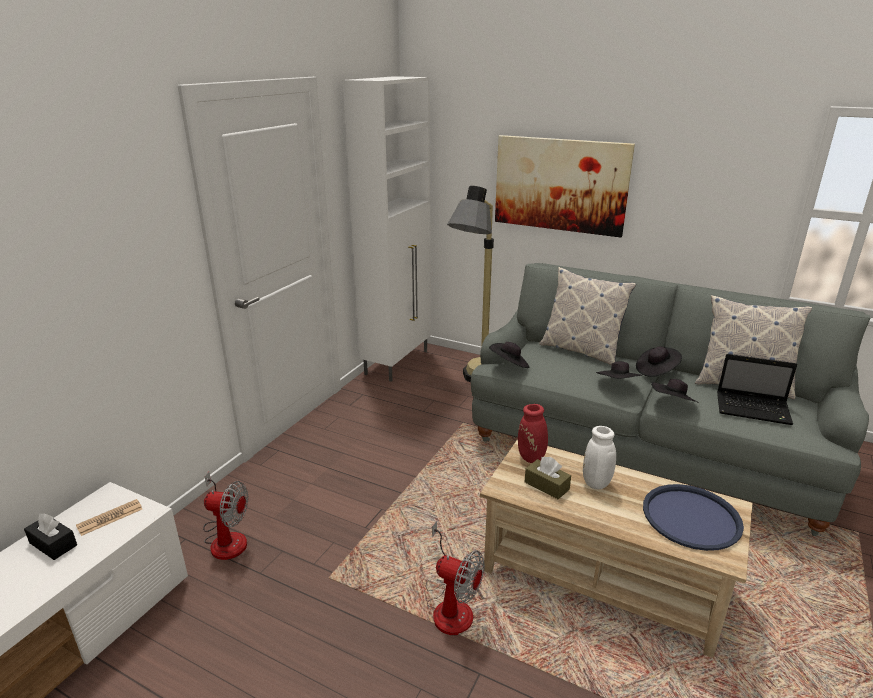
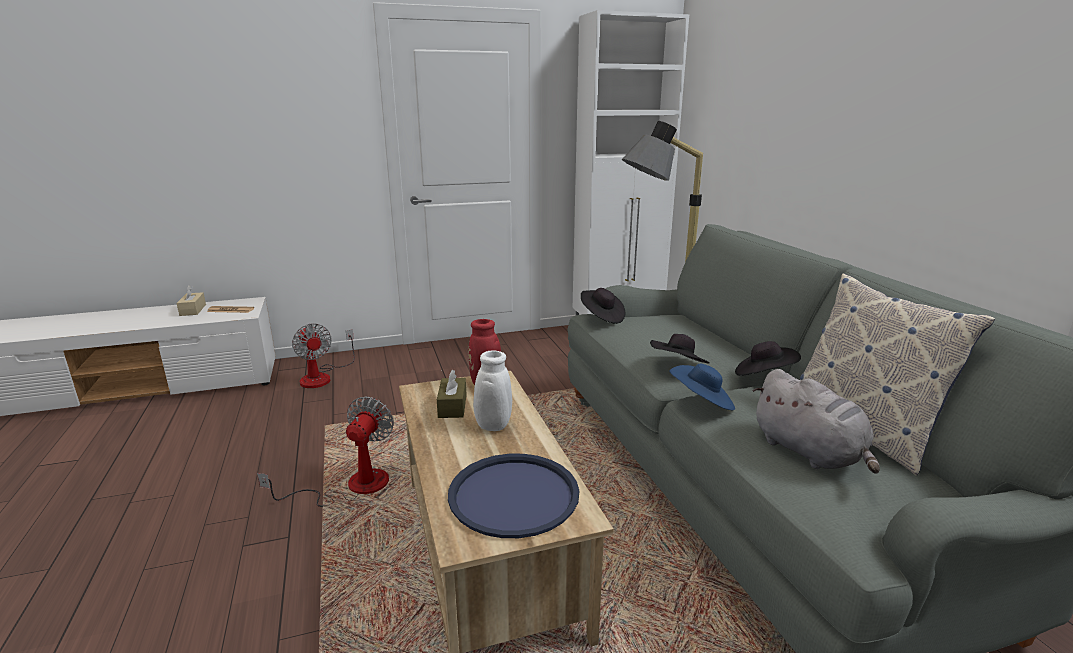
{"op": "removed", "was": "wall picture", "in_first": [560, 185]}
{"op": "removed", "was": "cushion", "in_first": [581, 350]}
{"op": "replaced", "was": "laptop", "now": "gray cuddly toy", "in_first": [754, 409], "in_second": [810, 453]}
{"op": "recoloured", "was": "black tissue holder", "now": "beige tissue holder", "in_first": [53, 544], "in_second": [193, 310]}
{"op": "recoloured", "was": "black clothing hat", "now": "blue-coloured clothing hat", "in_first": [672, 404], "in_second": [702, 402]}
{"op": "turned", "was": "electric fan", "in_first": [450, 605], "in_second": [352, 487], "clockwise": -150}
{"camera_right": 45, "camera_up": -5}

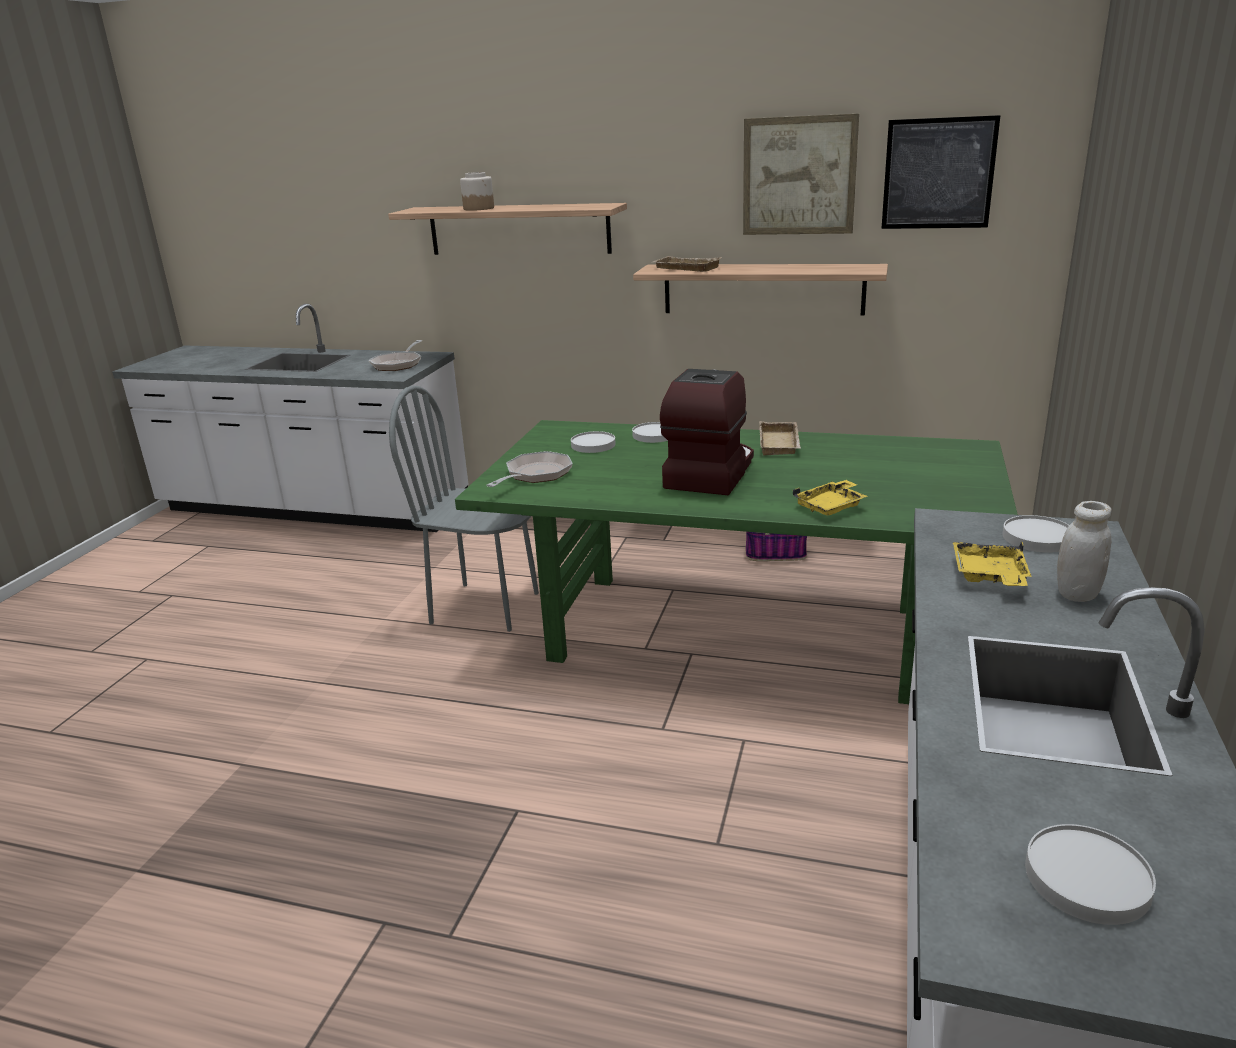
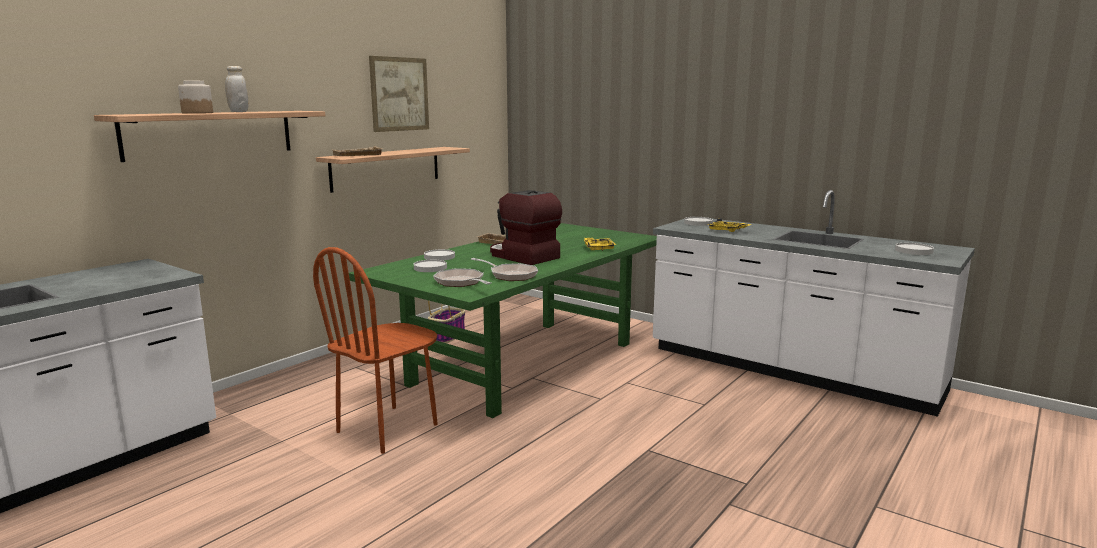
{"op": "removed", "was": "wall picture", "in_first": [938, 174]}
{"op": "moved", "was": "frying pan", "in_first": [398, 364], "in_second": [510, 275]}
{"op": "moved", "was": "white-coloured jar", "in_first": [1077, 594], "in_second": [238, 112]}
{"op": "recoloured", "was": "gray plain chair", "now": "brownish plain chair", "in_first": [485, 607], "in_second": [388, 428]}
{"camera_right": -70, "camera_up": -10}

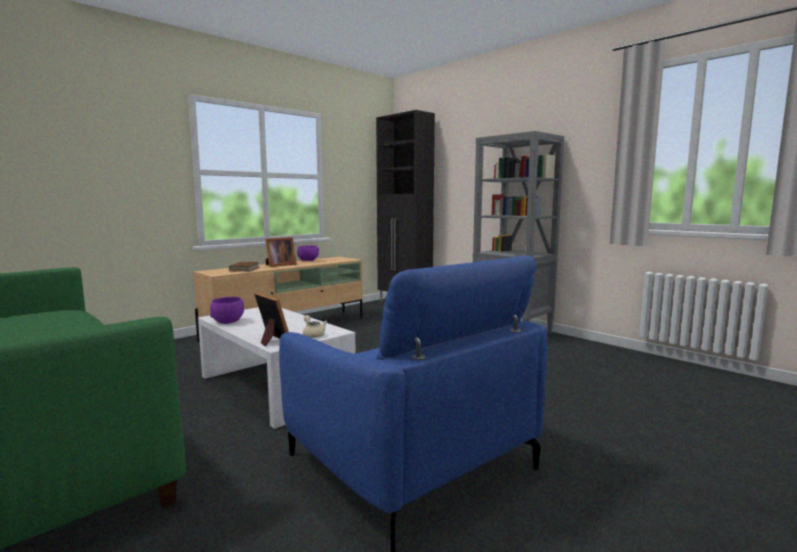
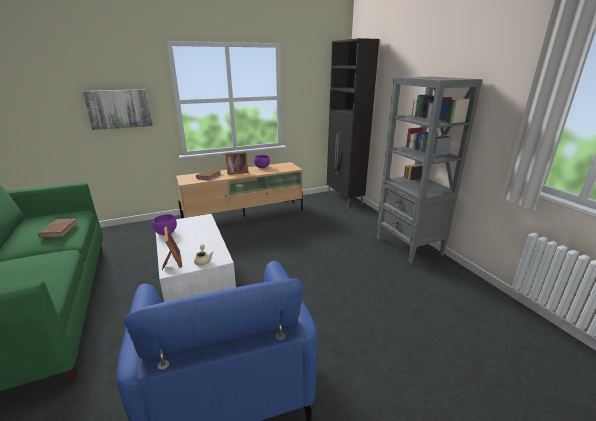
{"op": "added", "now": "brownish book", "in_second": [59, 230]}
{"op": "added", "now": "wall picture", "in_second": [119, 109]}
{"camera_right": 20, "camera_up": 15}

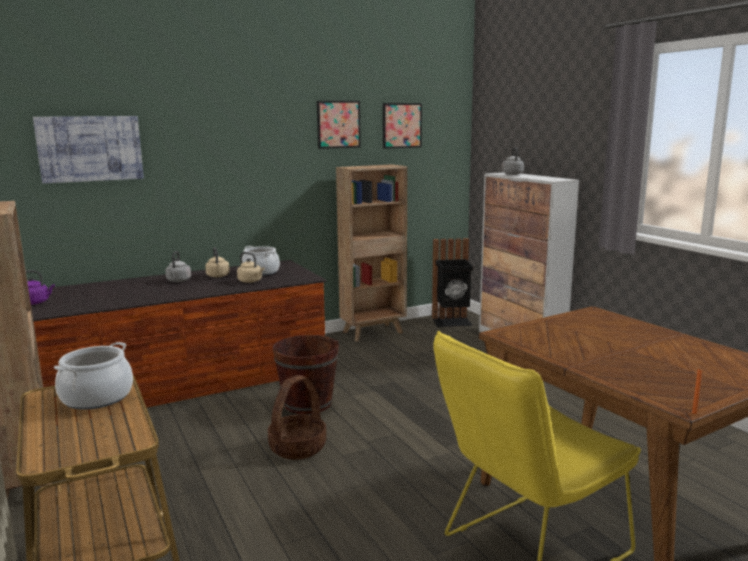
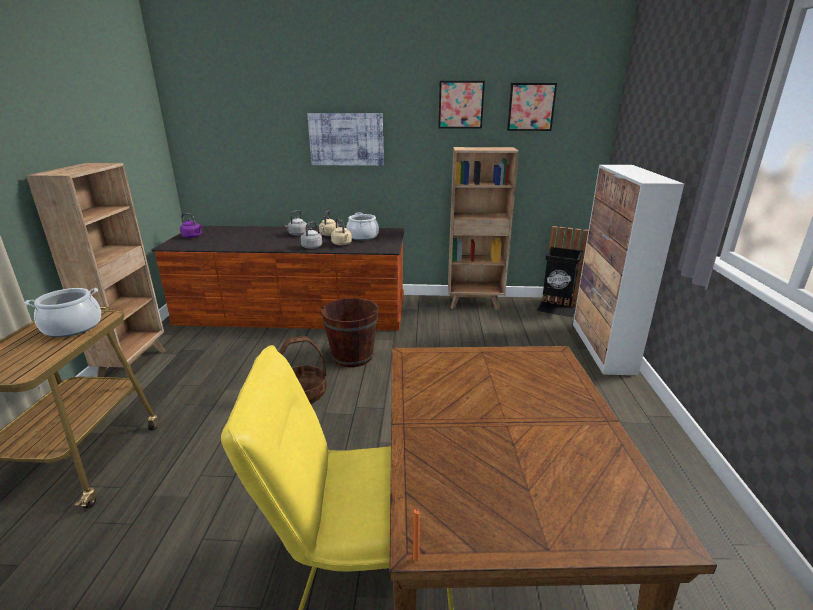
{"op": "moved", "was": "wall picture", "in_first": [90, 148], "in_second": [346, 139]}
{"op": "moved", "was": "gray water kettle", "in_first": [512, 174], "in_second": [313, 247]}
{"camera_right": 30, "camera_up": 10}

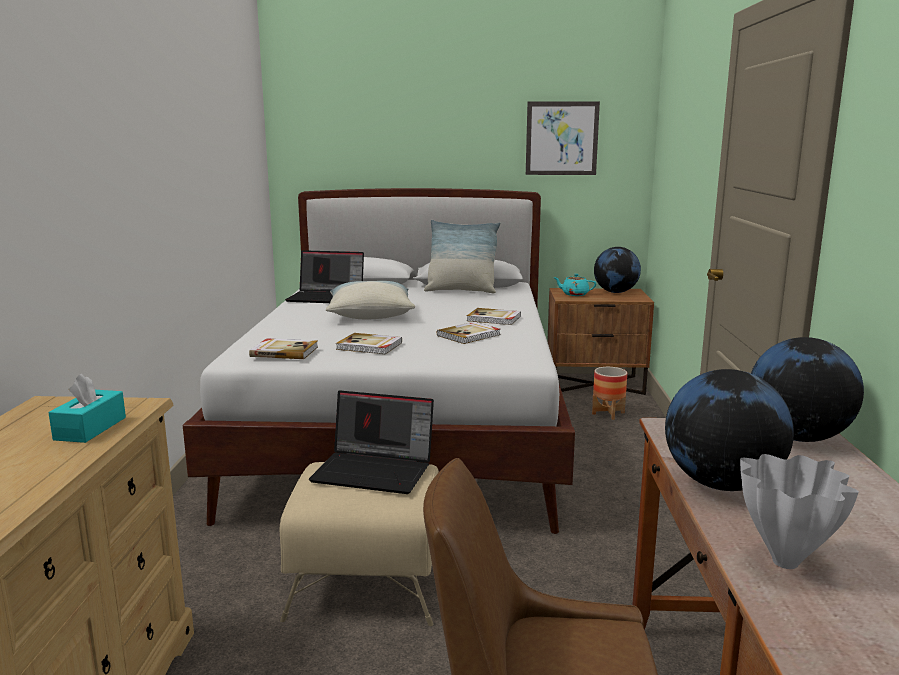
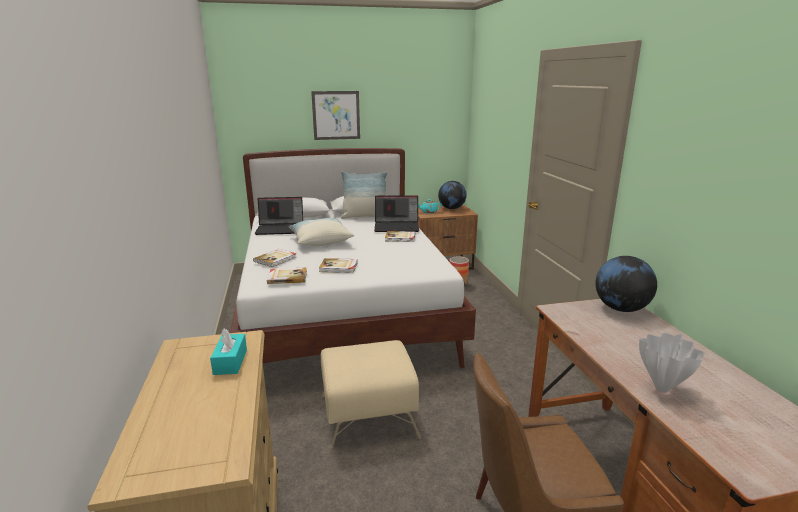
{"op": "removed", "was": "globe", "in_first": [721, 484]}
{"op": "moved", "was": "laptop", "in_first": [375, 470], "in_second": [397, 227]}
{"op": "moved", "was": "book", "in_first": [469, 335], "in_second": [276, 259]}
{"op": "moved", "was": "wall picture", "in_first": [562, 138], "in_second": [336, 115]}
{"camera_right": -15, "camera_up": 5}

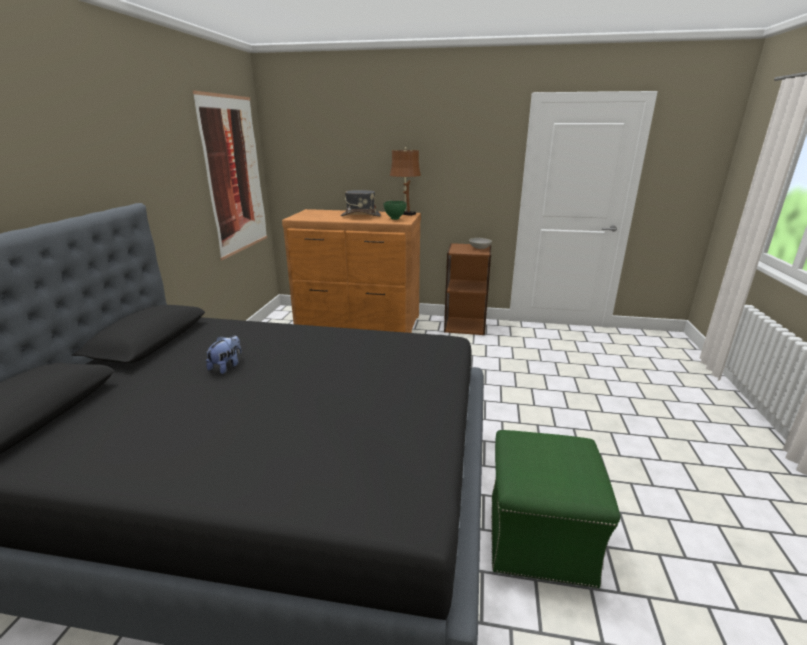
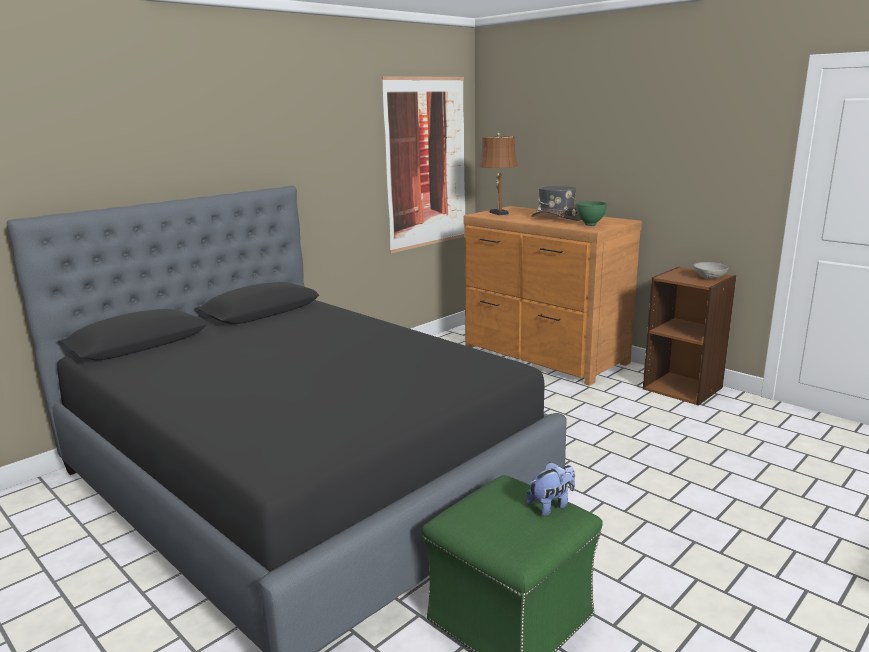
{"op": "moved", "was": "cuddly toy", "in_first": [227, 366], "in_second": [551, 505]}
{"op": "moved", "was": "brownish table lamp", "in_first": [405, 214], "in_second": [498, 213]}
{"camera_right": 35, "camera_up": -5}

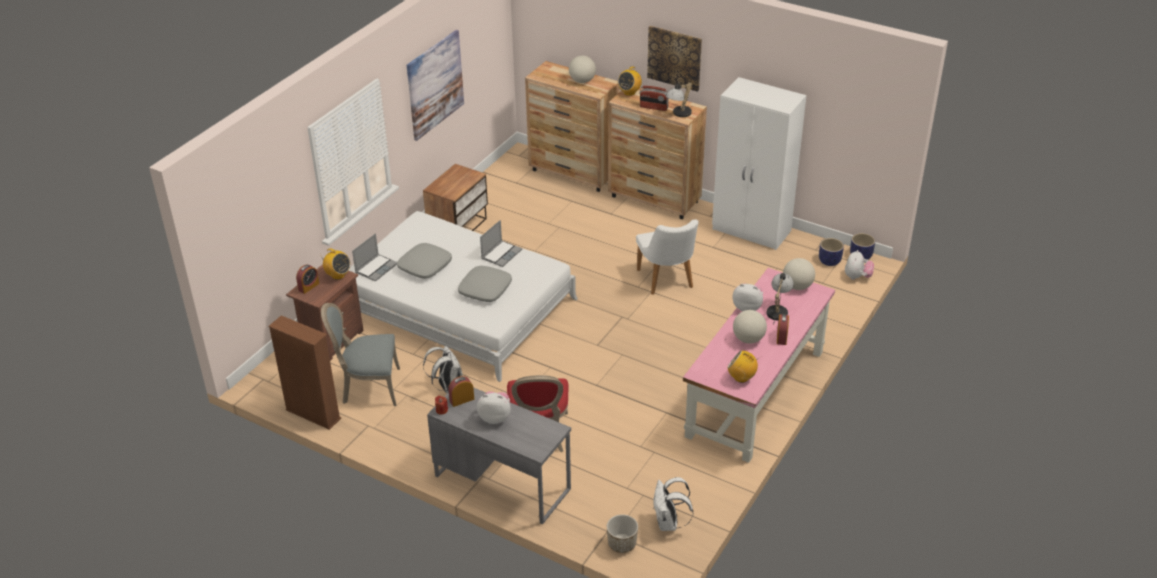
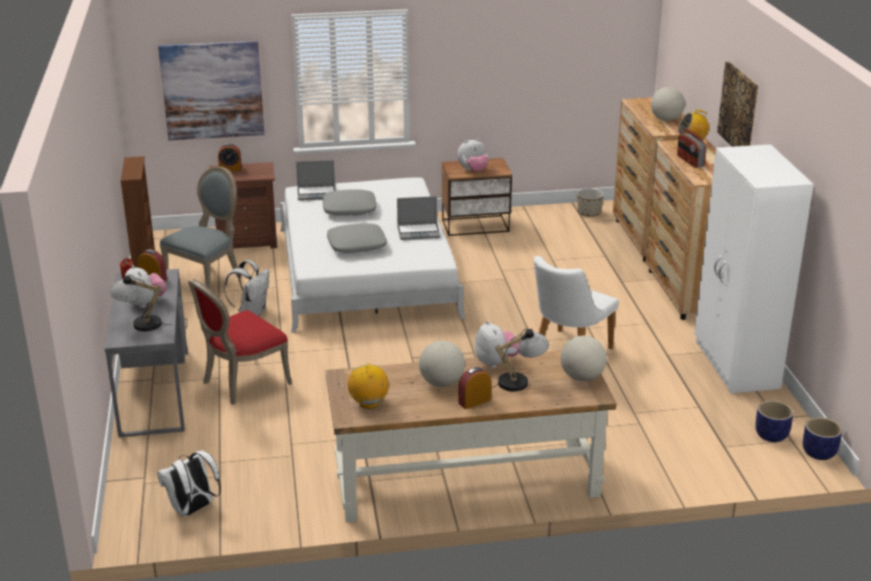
{"op": "removed", "was": "radio set", "in_first": [338, 275]}
{"op": "moved", "was": "wall picture", "in_first": [435, 84], "in_second": [212, 90]}
{"op": "moved", "was": "plant pot", "in_first": [622, 543], "in_second": [589, 213]}
{"op": "moved", "was": "table lamp", "in_first": [679, 114], "in_second": [139, 324]}
{"op": "moved", "was": "cuddly toy", "in_first": [857, 277], "in_second": [473, 170]}
{"op": "recoloured", "was": "pink-coloured desk table", "now": "brownish desk table", "in_first": [756, 394], "in_second": [465, 480]}
{"op": "turned", "was": "gray plain chair", "in_first": [368, 387], "in_second": [207, 280], "clockwise": 75}
{"camera_right": 50, "camera_up": -10}

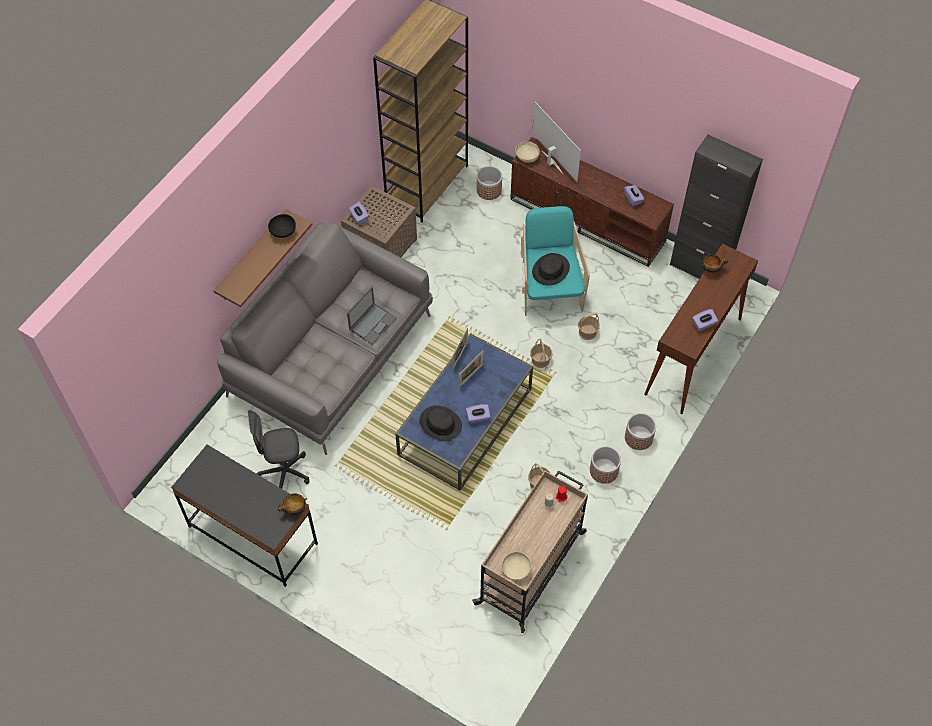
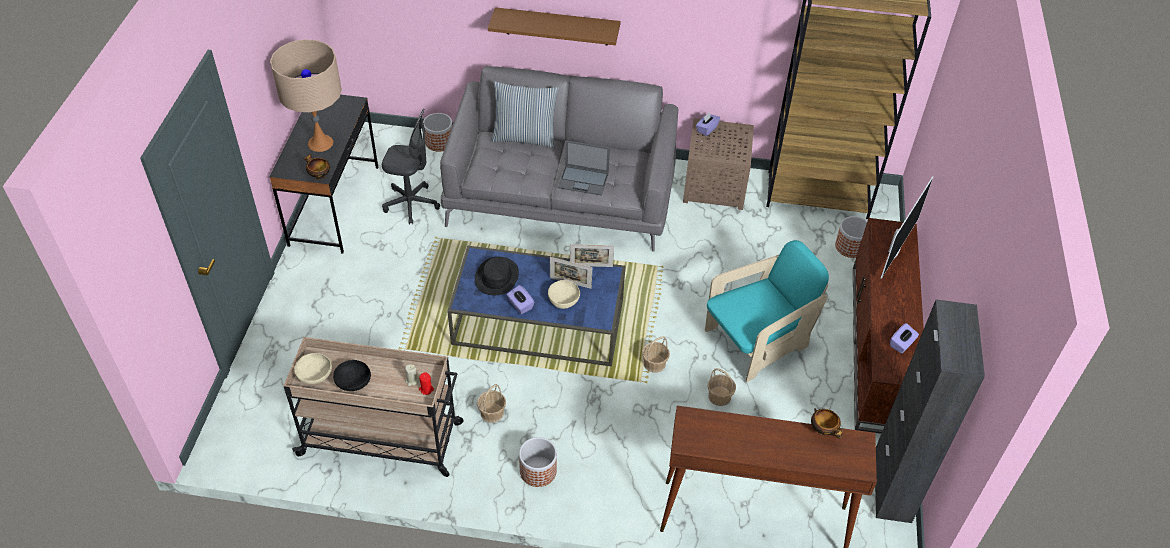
{"op": "removed", "was": "black clothing hat", "in_first": [550, 270]}
{"op": "removed", "was": "purplish tissue holder", "in_first": [703, 324]}
{"op": "added", "now": "beige table lamp", "in_second": [320, 143]}
{"op": "added", "now": "cushion", "in_second": [525, 137]}
{"op": "moved", "was": "black bowl", "in_first": [283, 232], "in_second": [353, 383]}
{"op": "moved", "was": "beige bowl", "in_first": [526, 157], "in_second": [563, 300]}
{"op": "moved", "was": "plant pot", "in_first": [638, 437], "in_second": [439, 142]}
{"op": "turned", "was": "gray office chair", "in_first": [284, 472], "in_second": [411, 204], "clockwise": 135}
{"camera_right": 65, "camera_up": -10}

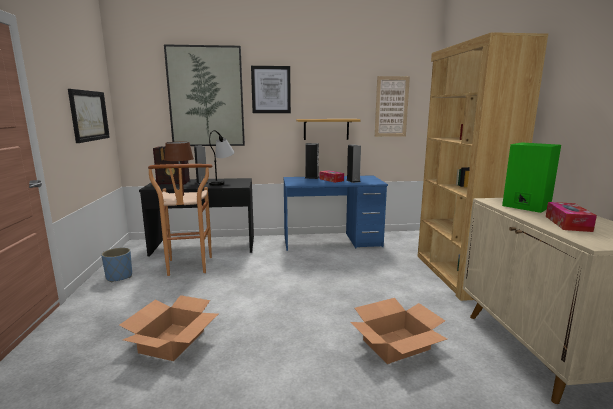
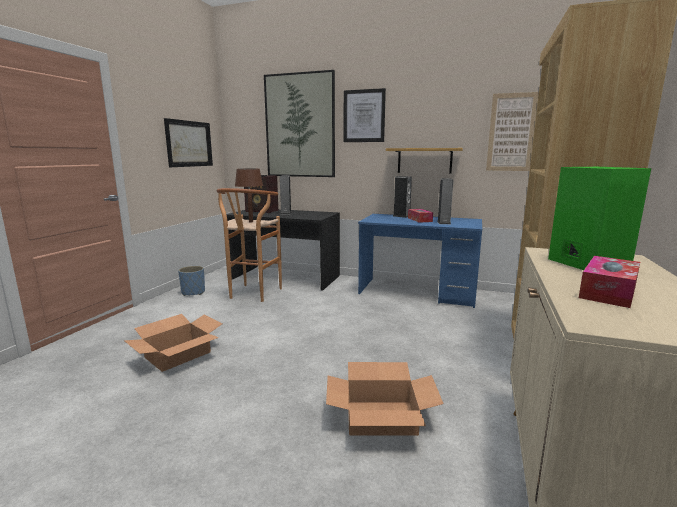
{"op": "removed", "was": "table lamp", "in_first": [222, 182]}
{"camera_right": 25, "camera_up": 0}

